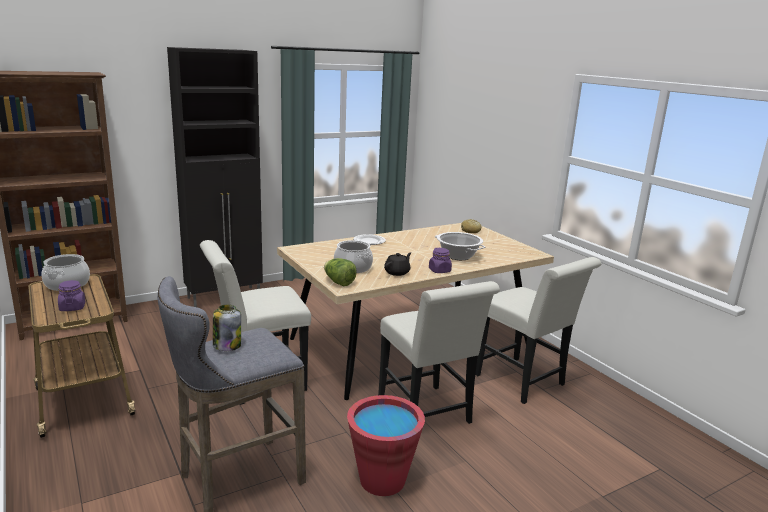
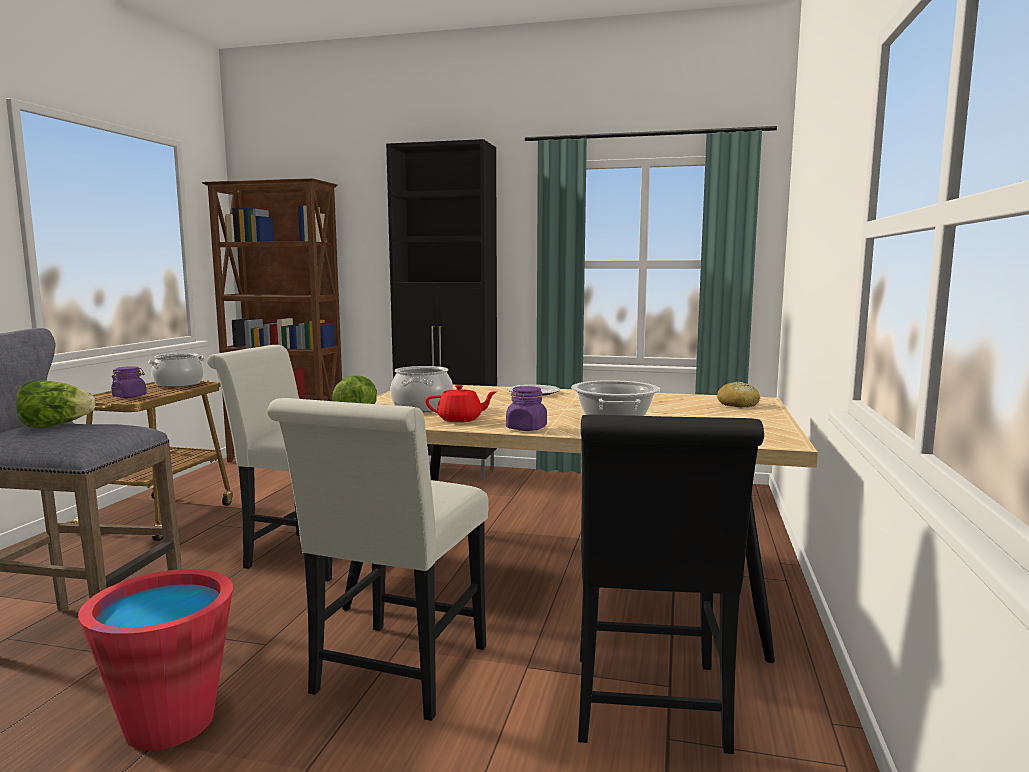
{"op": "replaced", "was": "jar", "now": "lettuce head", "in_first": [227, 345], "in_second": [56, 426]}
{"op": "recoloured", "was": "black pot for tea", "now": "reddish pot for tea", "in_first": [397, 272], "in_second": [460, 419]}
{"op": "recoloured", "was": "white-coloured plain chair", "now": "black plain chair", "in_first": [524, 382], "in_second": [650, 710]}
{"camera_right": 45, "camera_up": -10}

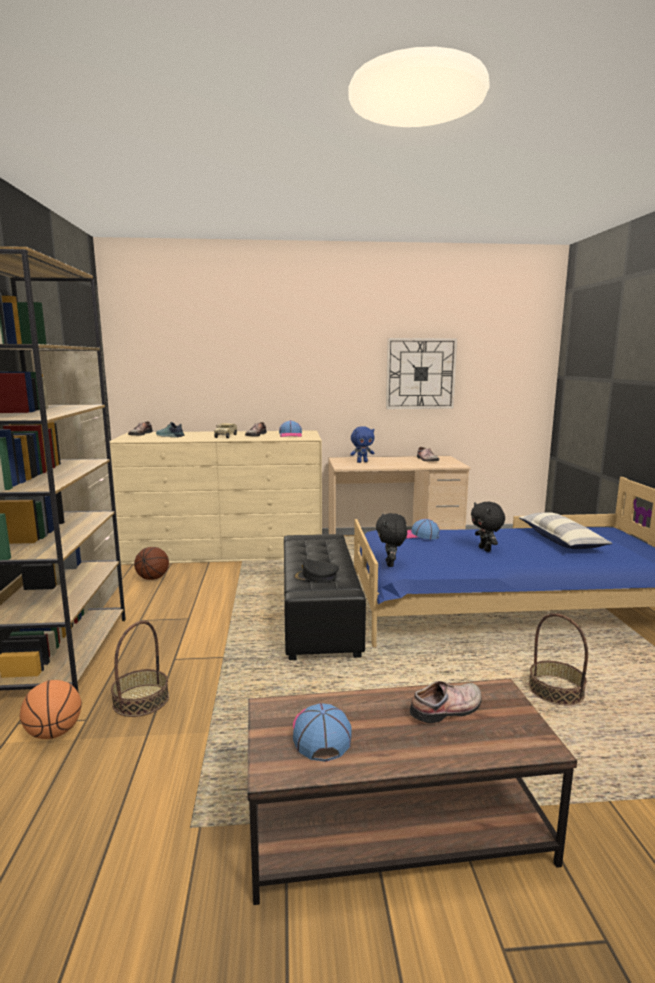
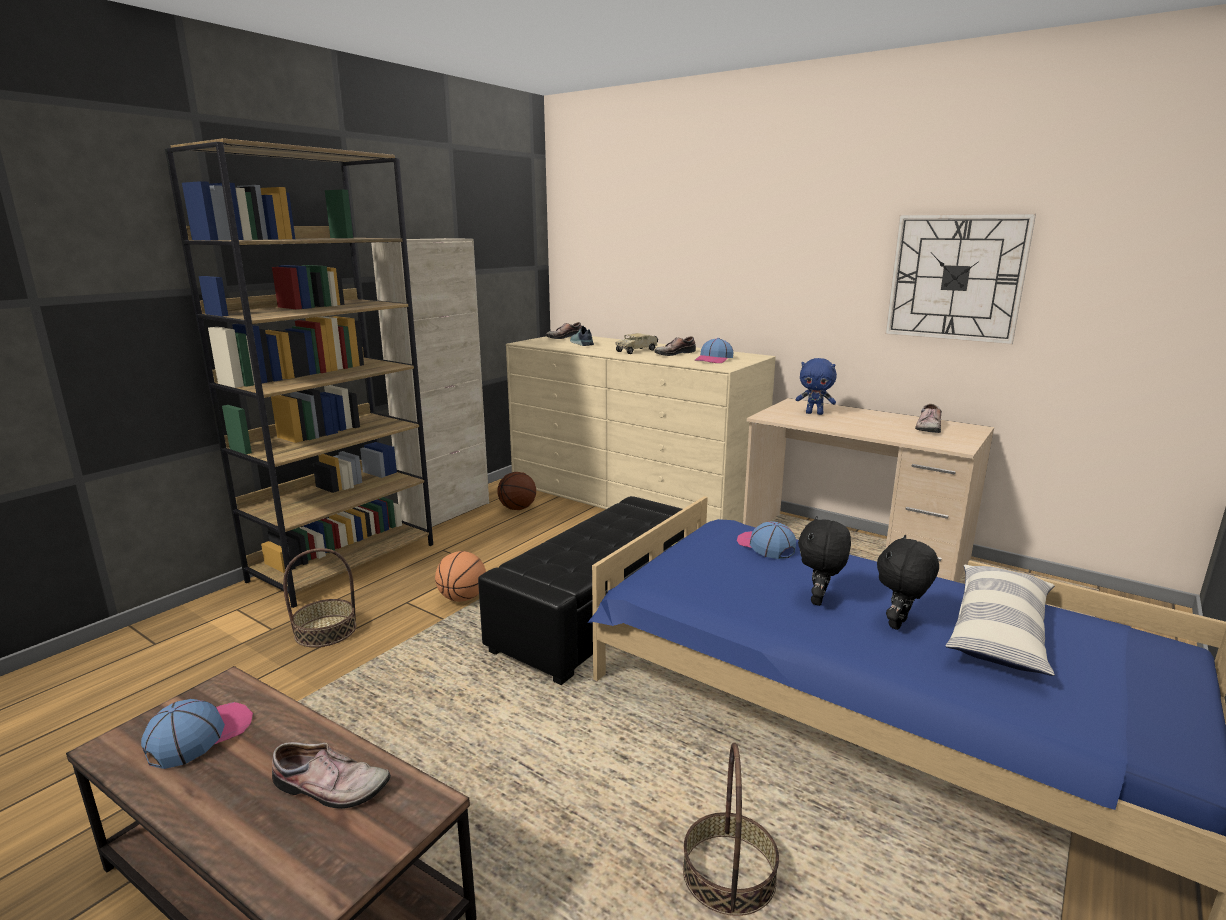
{"op": "removed", "was": "black cap", "in_first": [316, 577]}
{"op": "moved", "was": "basketball ball", "in_first": [54, 733], "in_second": [462, 598]}
{"op": "moved", "was": "black cuddly toy", "in_first": [391, 564], "in_second": [899, 624]}
{"camera_right": 40, "camera_up": 5}

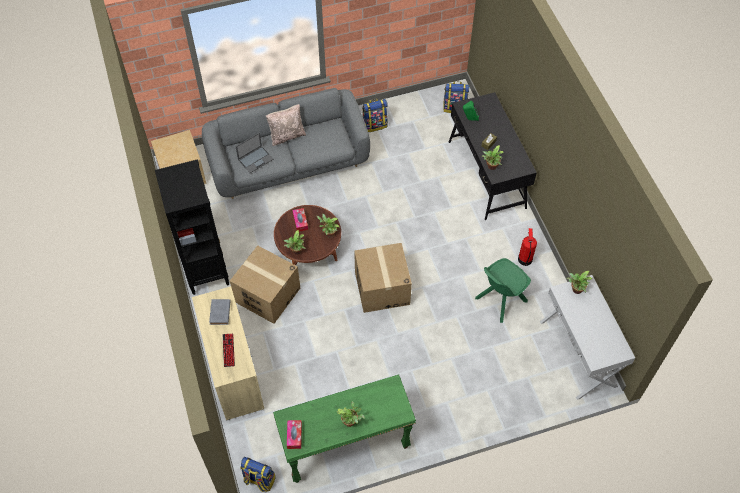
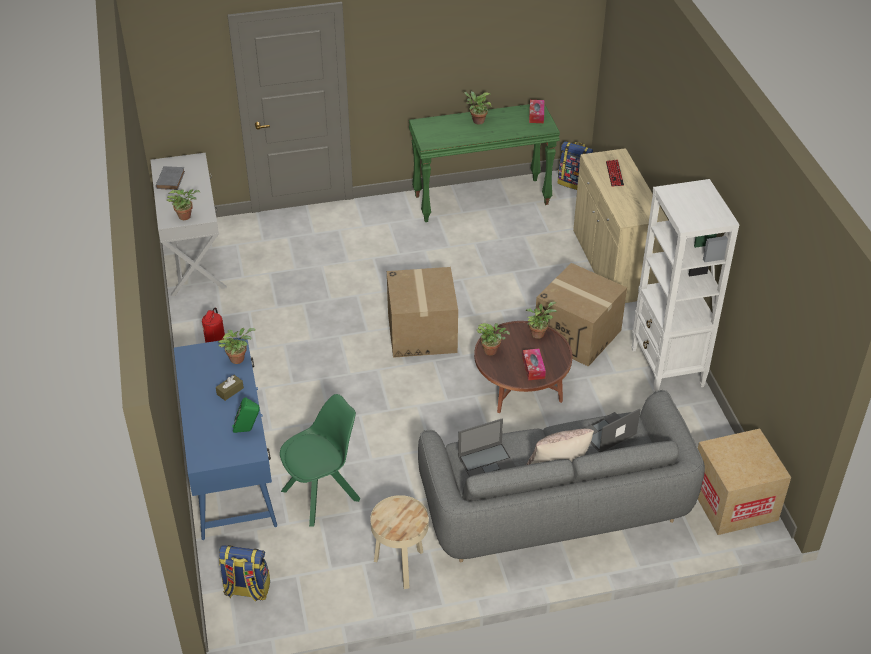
{"op": "added", "now": "laptop", "in_second": [487, 461]}
{"op": "moved", "was": "gray book", "in_first": [220, 313], "in_second": [171, 179]}
{"op": "moved", "was": "greenish plain chair", "in_first": [500, 300], "in_second": [323, 494]}
{"op": "replaced", "was": "rucksack", "now": "beige side table", "in_first": [374, 125], "in_second": [400, 566]}
{"op": "recoloured", "was": "black bookshelf", "now": "white-coloured bookshelf", "in_first": [206, 269], "in_second": [667, 368]}
{"op": "recoloured", "was": "black desk table", "now": "blue-coloured desk table", "in_first": [486, 174], "in_second": [230, 468]}
{"camera_right": -175, "camera_up": -15}

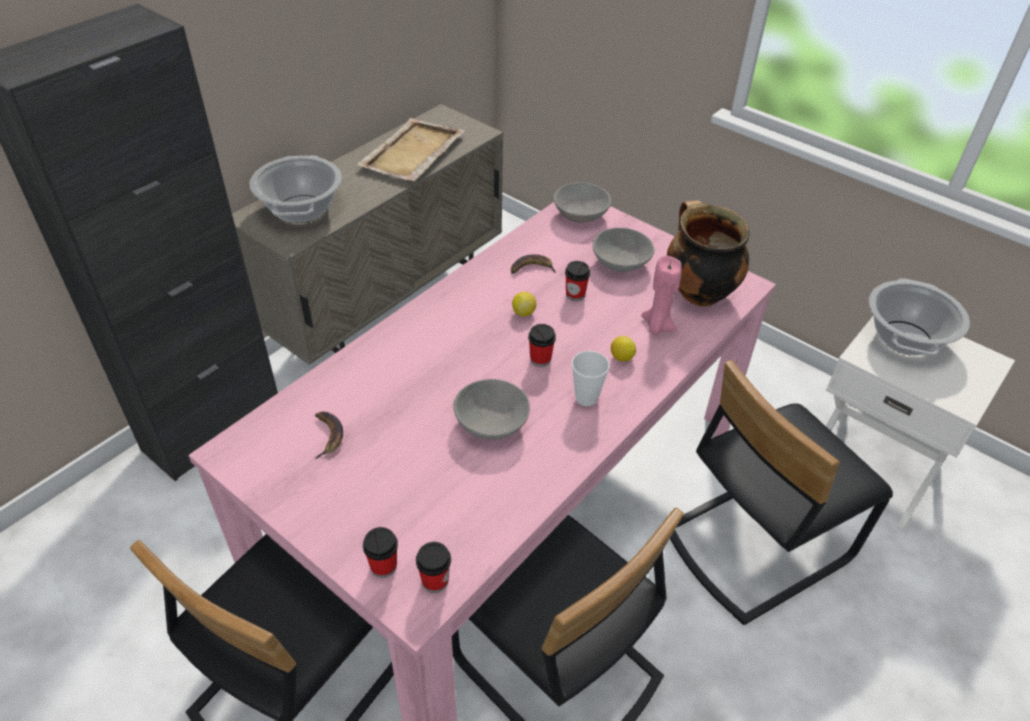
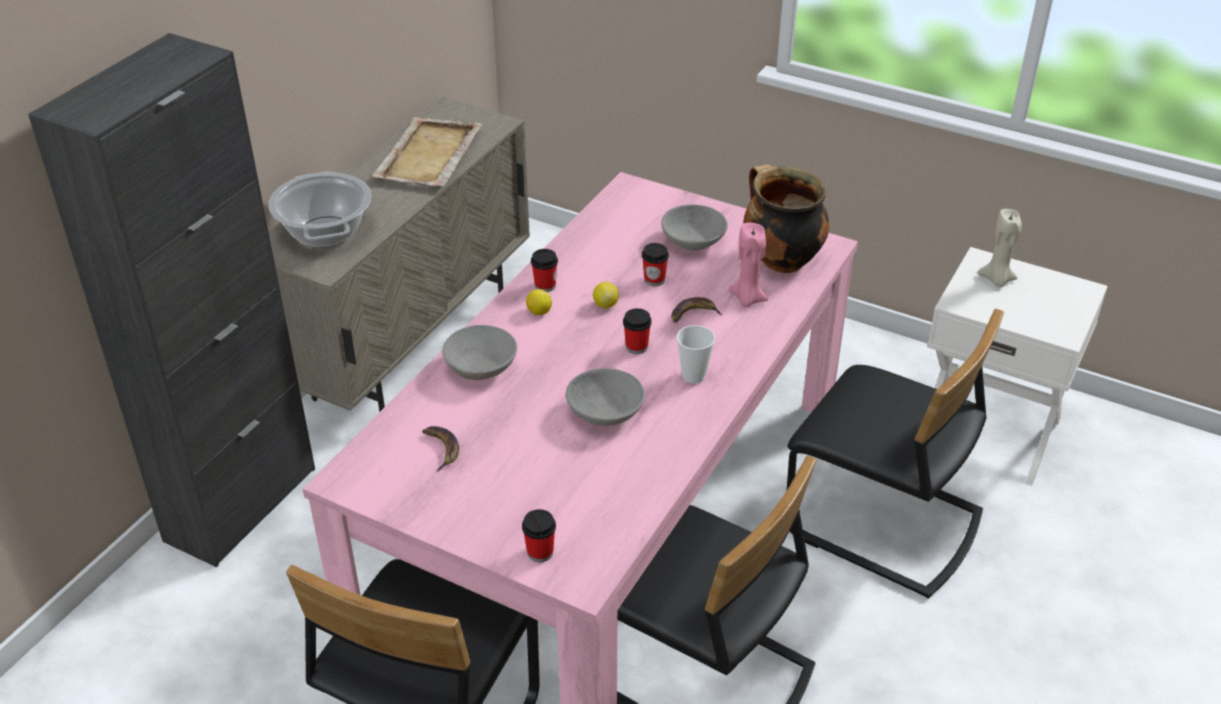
{"op": "moved", "was": "cup", "in_first": [435, 581], "in_second": [545, 286]}
{"op": "moved", "was": "whole banana", "in_first": [531, 269], "in_second": [693, 314]}
{"op": "moved", "was": "gray bowl", "in_first": [580, 215], "in_second": [480, 368]}
{"op": "moved", "was": "lemon", "in_first": [621, 357], "in_second": [539, 312]}
{"op": "replaced", "was": "stockpot", "now": "beige candle", "in_first": [905, 338], "in_second": [996, 280]}
{"op": "turned", "was": "black plain chair", "in_first": [755, 543], "in_second": [882, 524], "clockwise": -105}
{"camera_right": -10, "camera_up": -5}

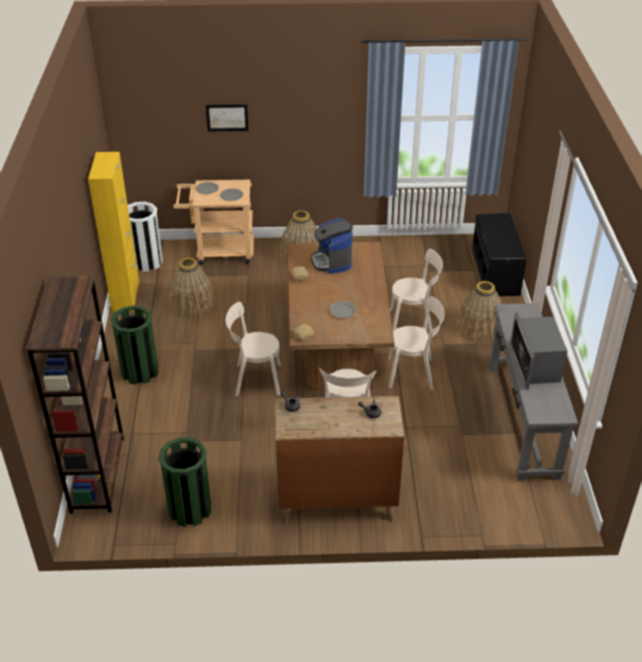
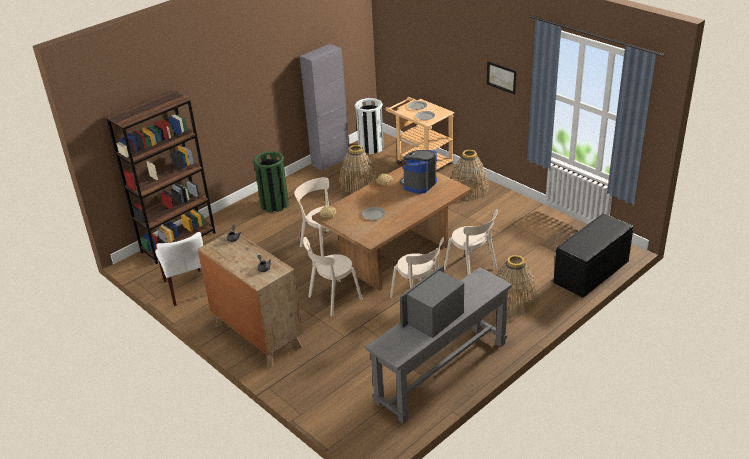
{"op": "moved", "was": "wall picture", "in_first": [227, 117], "in_second": [501, 77]}
{"op": "replaced", "was": "greenish trash can", "now": "white-coloured plain chair", "in_first": [190, 509], "in_second": [188, 287]}
{"op": "recoloured", "was": "yellow-coloured storage cabinet", "now": "gray storage cabinet", "in_first": [125, 296], "in_second": [330, 160]}
{"camera_right": 50, "camera_up": -5}

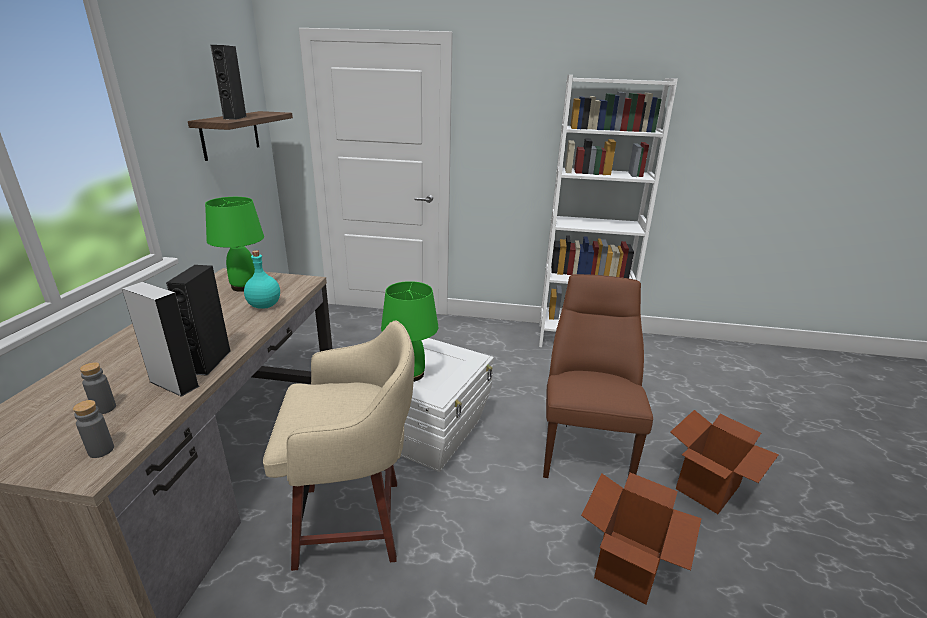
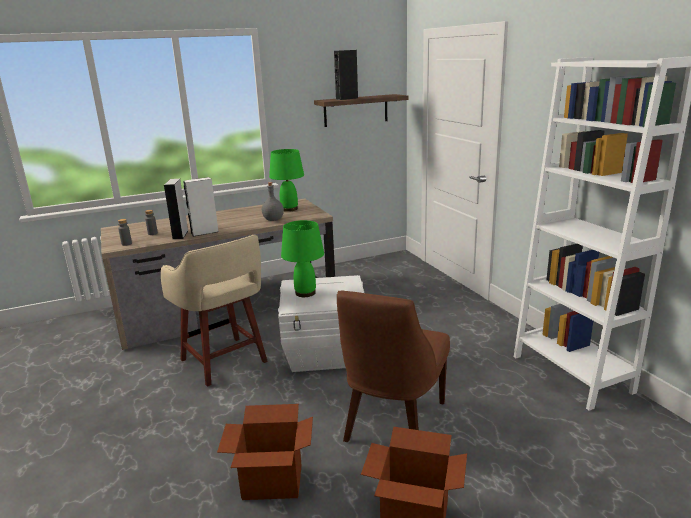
{"op": "recoloured", "was": "black loudspeaker", "now": "white-coloured loudspeaker", "in_first": [210, 362], "in_second": [204, 232]}
{"op": "recoloured", "was": "turquoise bottle", "now": "gray bottle", "in_first": [264, 305], "in_second": [273, 219]}
{"op": "turned", "was": "brownish plain chair", "in_first": [584, 445], "in_second": [393, 424], "clockwise": 135}
{"camera_right": 60, "camera_up": -5}

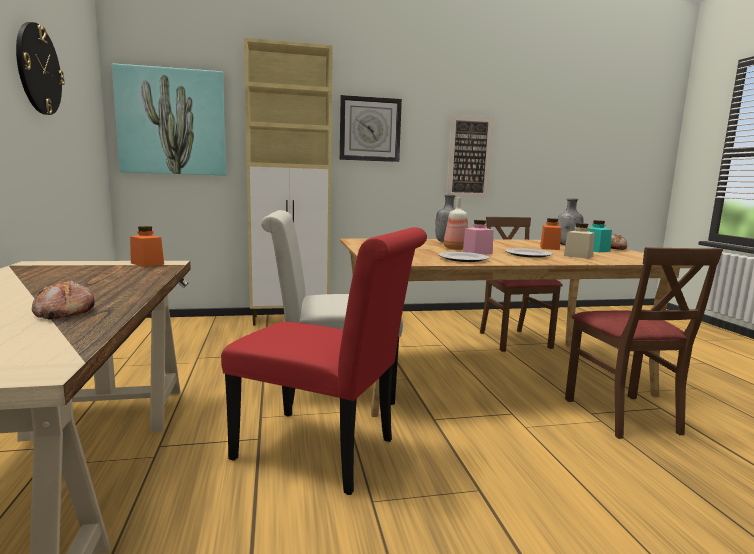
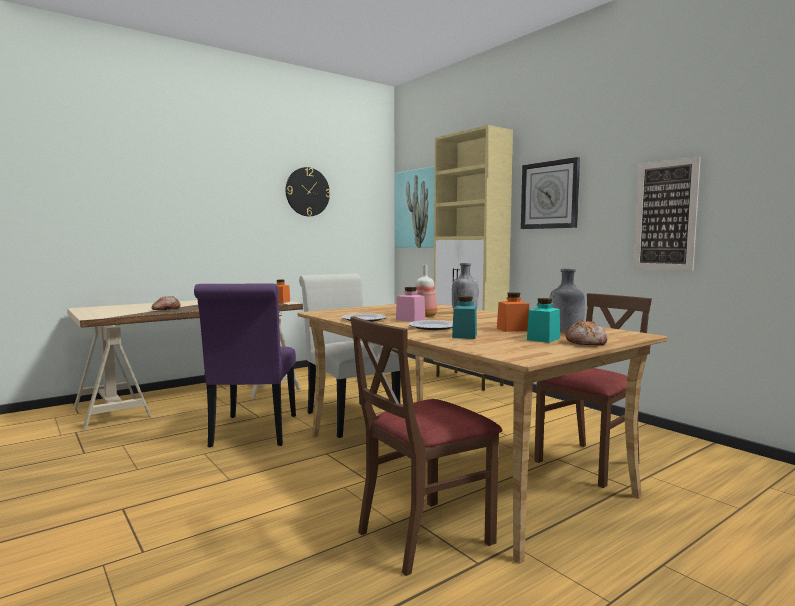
{"op": "recoloured", "was": "reddish plain chair", "now": "purplish plain chair", "in_first": [324, 452], "in_second": [253, 433]}
{"op": "recoloured", "was": "beige jar", "now": "turquoise jar", "in_first": [578, 256], "in_second": [464, 336]}
{"camera_right": 65, "camera_up": -5}

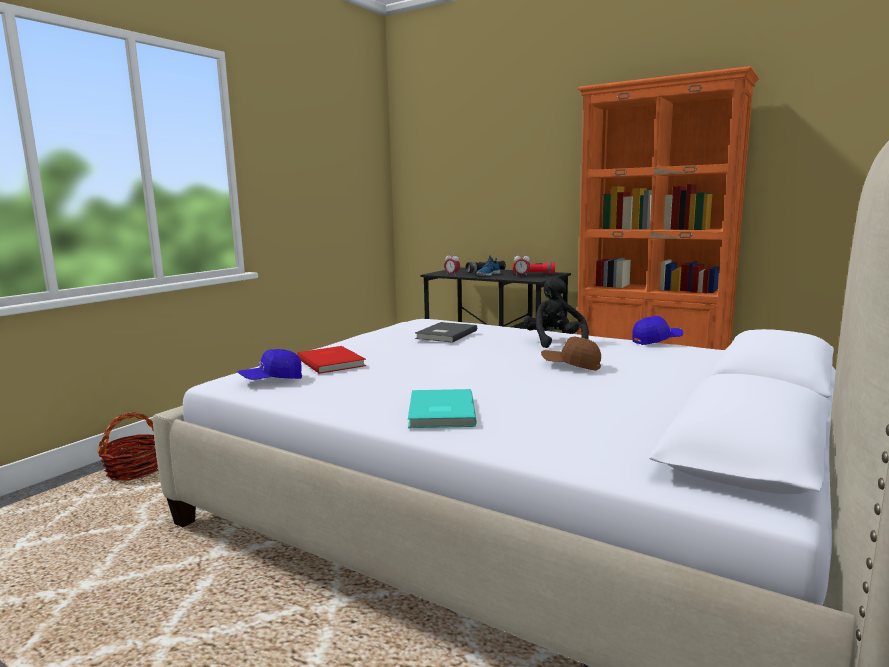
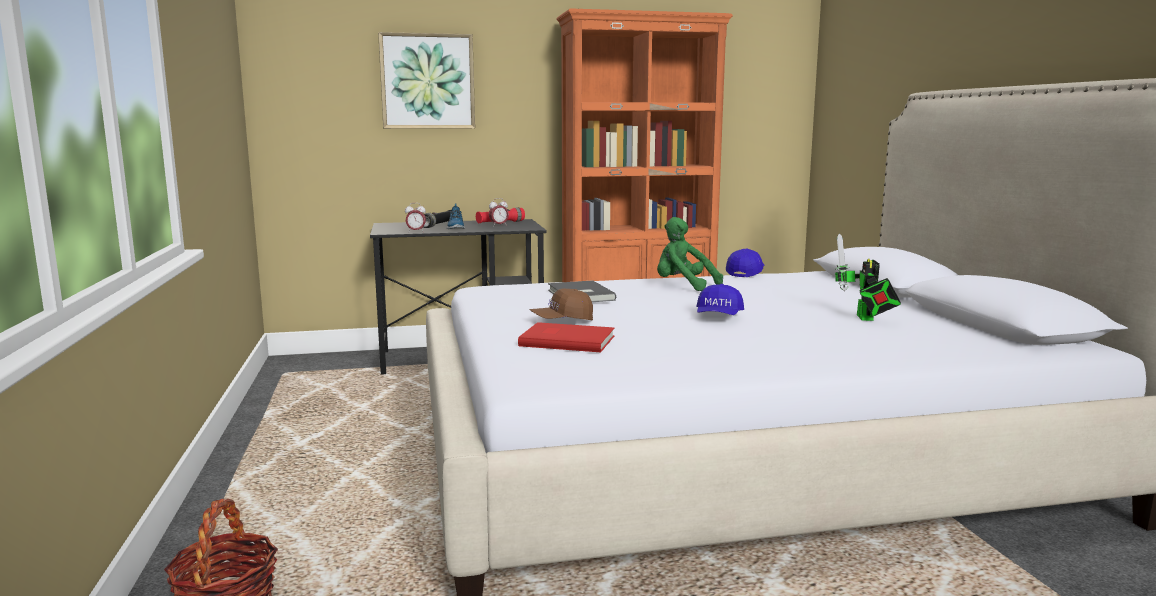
{"op": "removed", "was": "turquoise book", "in_first": [439, 412]}
{"op": "added", "now": "wall picture", "in_second": [427, 81]}
{"op": "added", "now": "robot figure", "in_second": [865, 318]}
{"op": "moved", "was": "blue-coloured cap", "in_first": [272, 380], "in_second": [718, 317]}
{"op": "moved", "was": "brownish cap", "in_first": [571, 366], "in_second": [562, 321]}
{"op": "recoloured", "was": "black cuddly toy", "now": "greenish cuddly toy", "in_first": [554, 342], "in_second": [683, 286]}
{"camera_right": -45, "camera_up": 0}

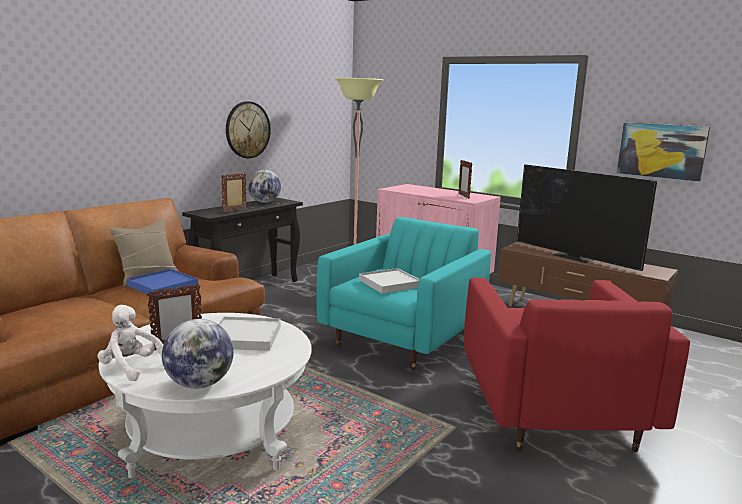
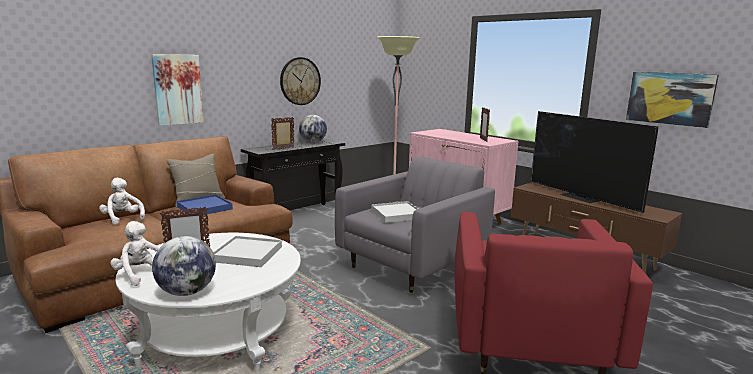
{"op": "added", "now": "white-coloured cuddly toy", "in_second": [123, 219]}
{"op": "added", "now": "wall picture", "in_second": [177, 89]}
{"op": "recoloured", "was": "turquoise armchair", "now": "gray armchair", "in_first": [404, 339], "in_second": [413, 264]}
{"camera_right": 10, "camera_up": 0}

